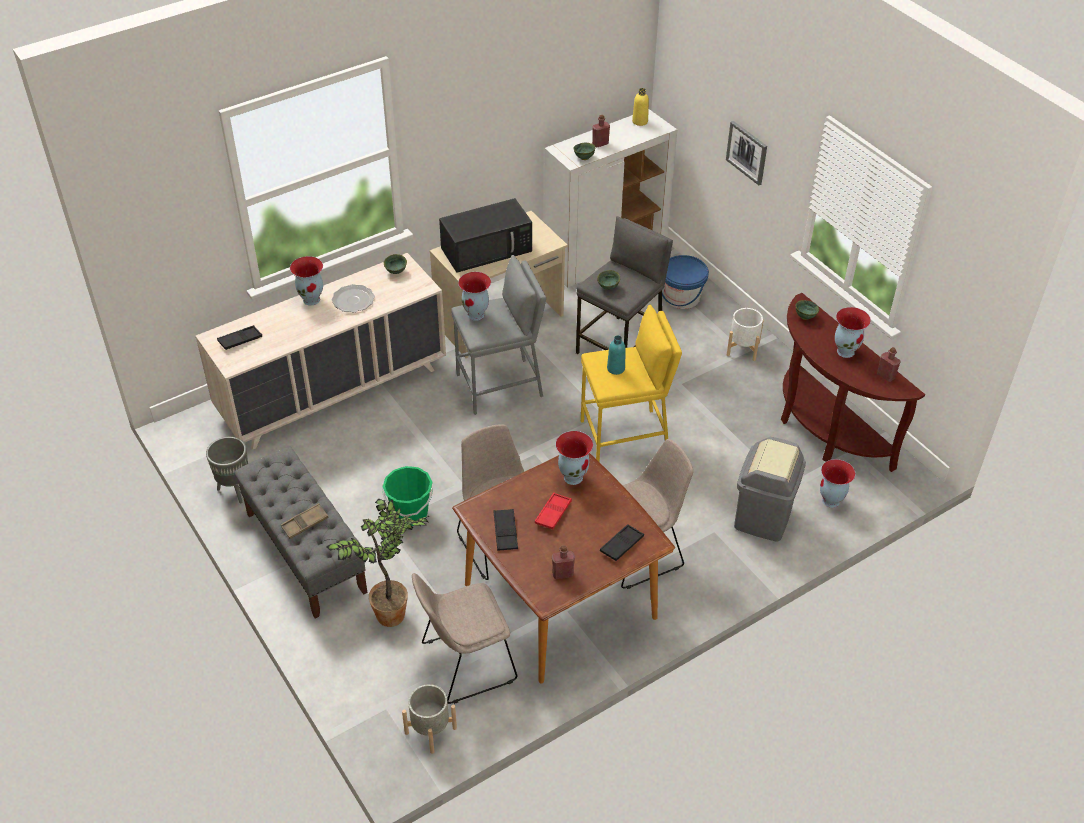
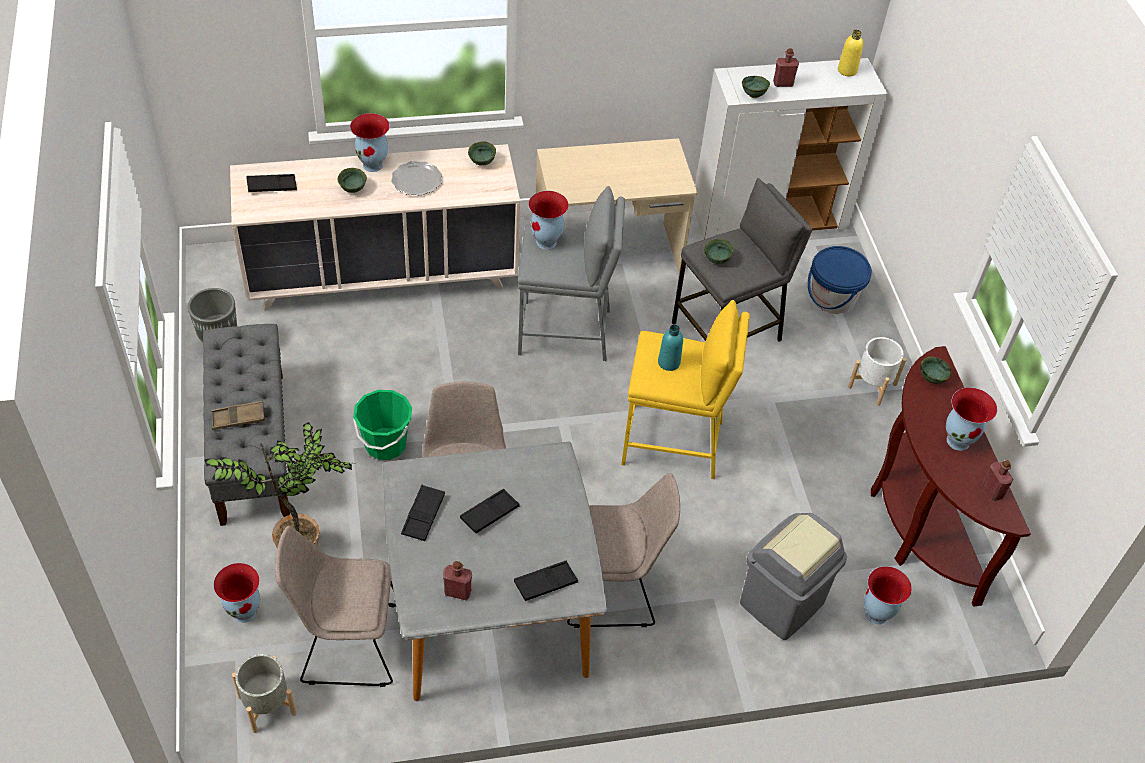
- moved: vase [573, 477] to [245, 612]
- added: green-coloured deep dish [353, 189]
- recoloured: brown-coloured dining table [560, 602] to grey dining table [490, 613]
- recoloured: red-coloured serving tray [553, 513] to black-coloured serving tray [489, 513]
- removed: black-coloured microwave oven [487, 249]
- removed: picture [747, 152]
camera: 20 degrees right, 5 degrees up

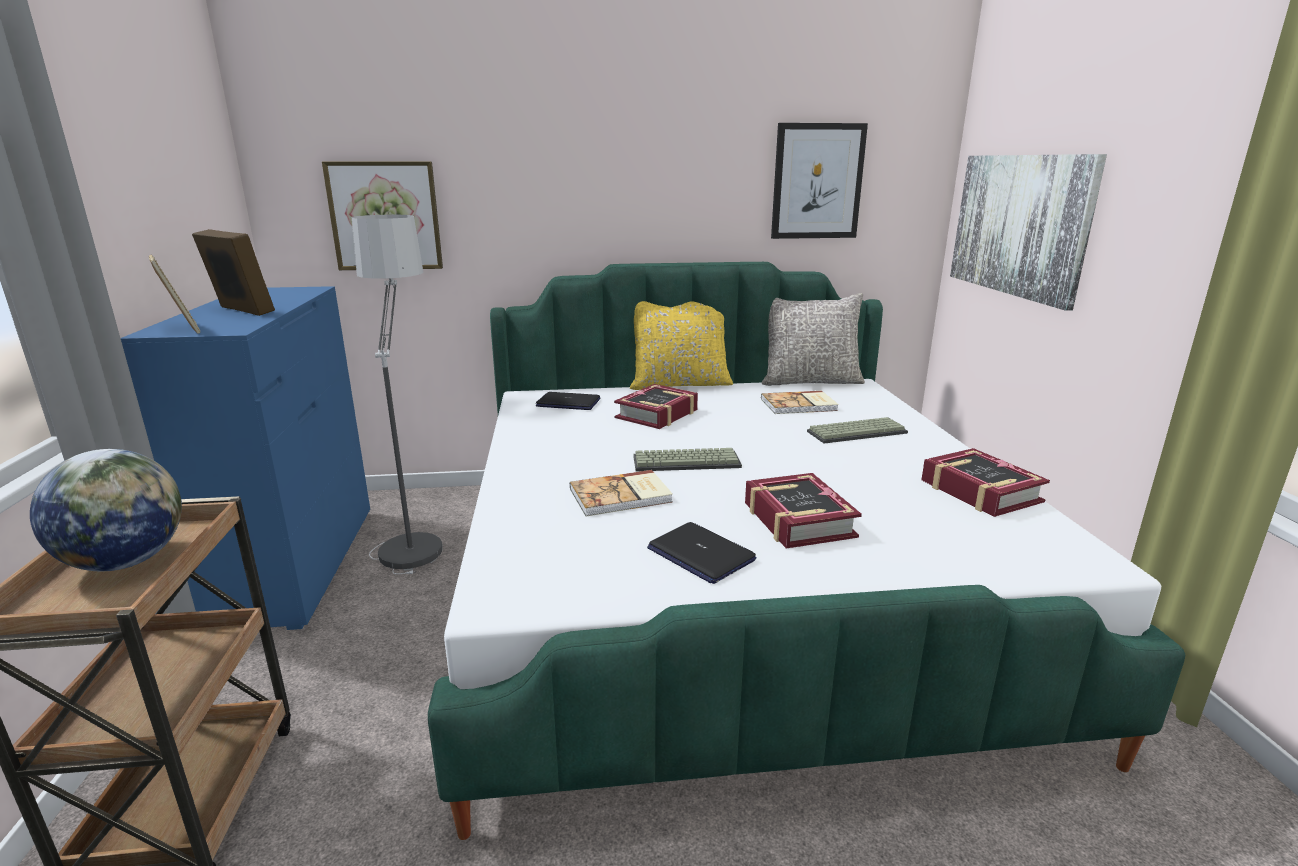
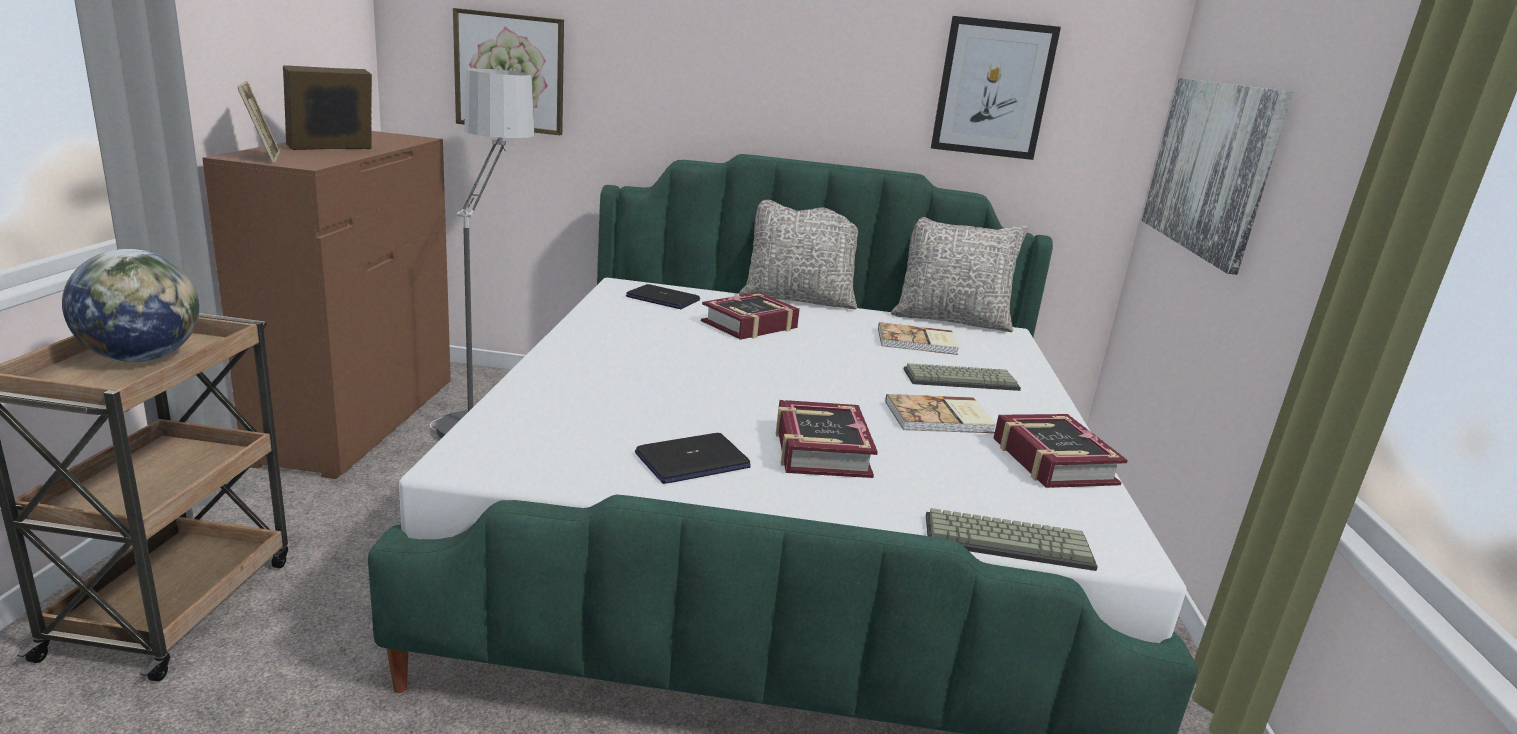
- recoloured: blue-coloured dresser [298, 565] to brown-coloured dresser [359, 420]
- turned: picture frame [241, 311] = [331, 149] 90 degrees counterclockwise
- turned: notebook computer [700, 554] = [692, 461] 90 degrees counterclockwise
- recoloured: yellow-coloured cushion [679, 384] to grey cushion [798, 299]
- moved: book [622, 496] to [940, 418]
- moved: PC keyboard [687, 461] to [1009, 541]
camera: 10 degrees right, 0 degrees up

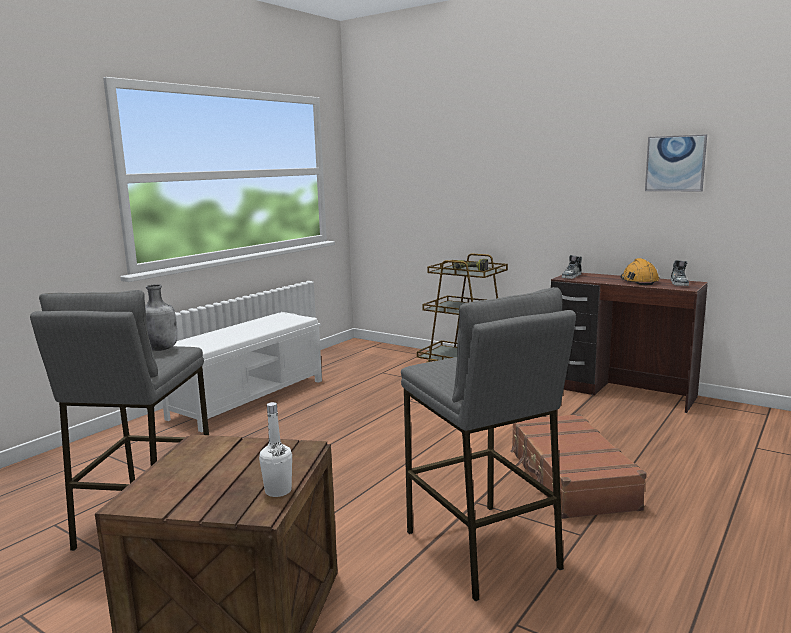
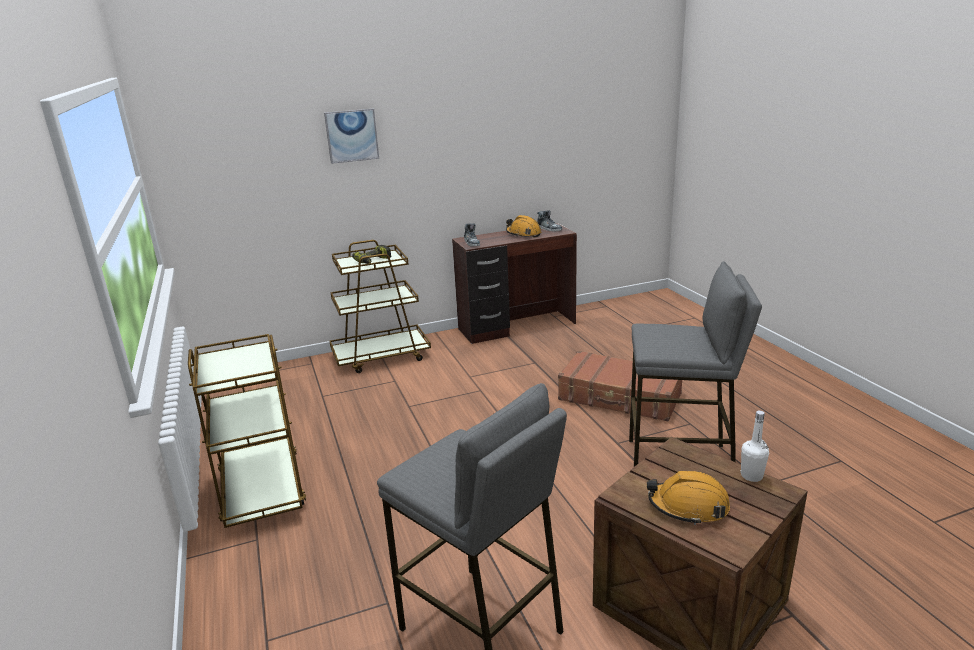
- replaced: whitish indoor bench [250, 398] to brown-coloured cart [262, 490]
- moved: picture [675, 163] to [352, 135]
- added: orange work helmet [688, 506]
- removed: grey beverage bottle [161, 349]
camera: 55 degrees left, 10 degrees up

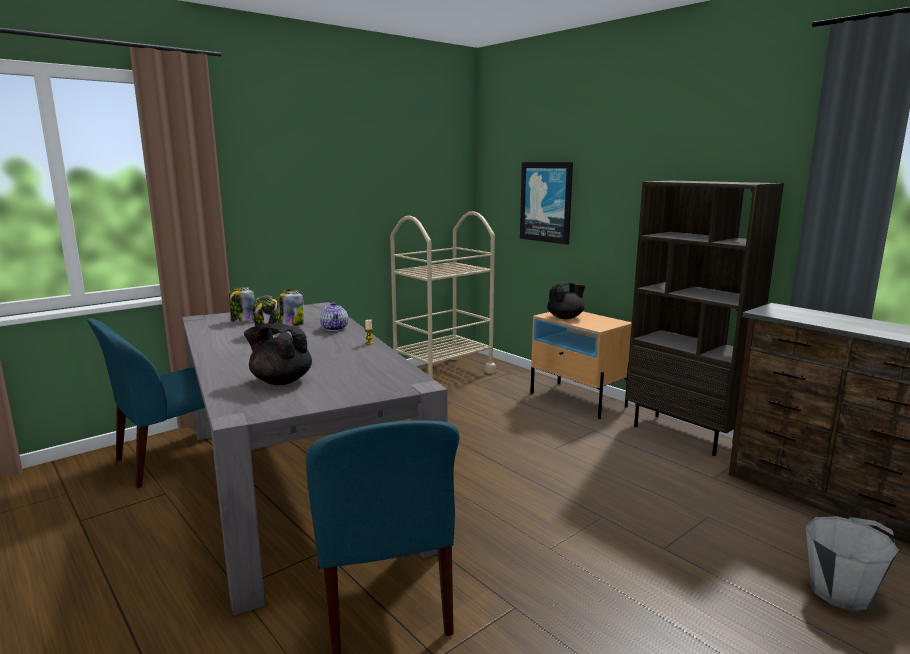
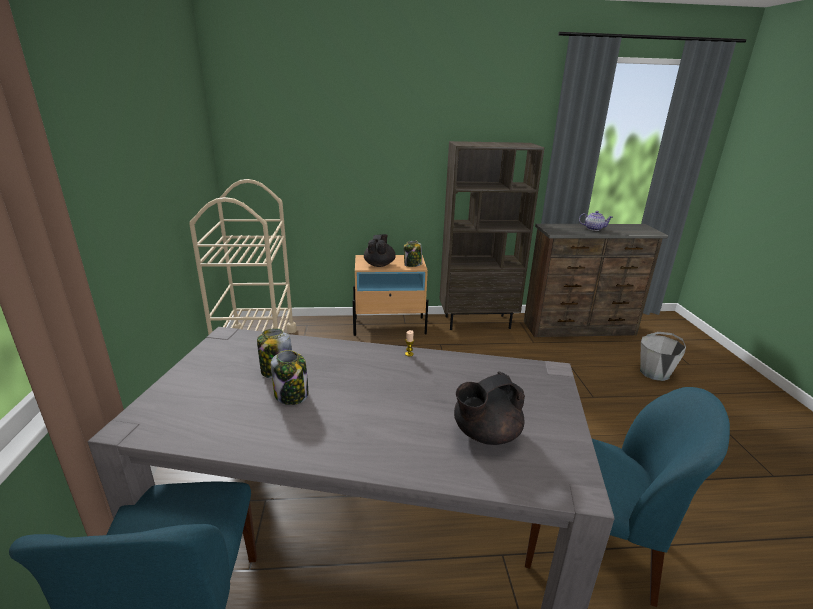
- moved: storage jar [243, 321] to [412, 265]
- moved: pot for tea [335, 328] to [593, 228]
- removed: picture [546, 202]
camera: 55 degrees left, 10 degrees up

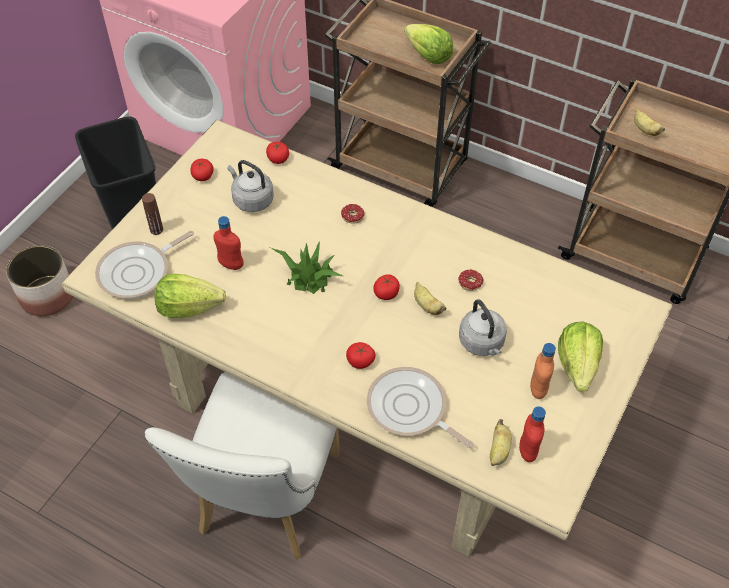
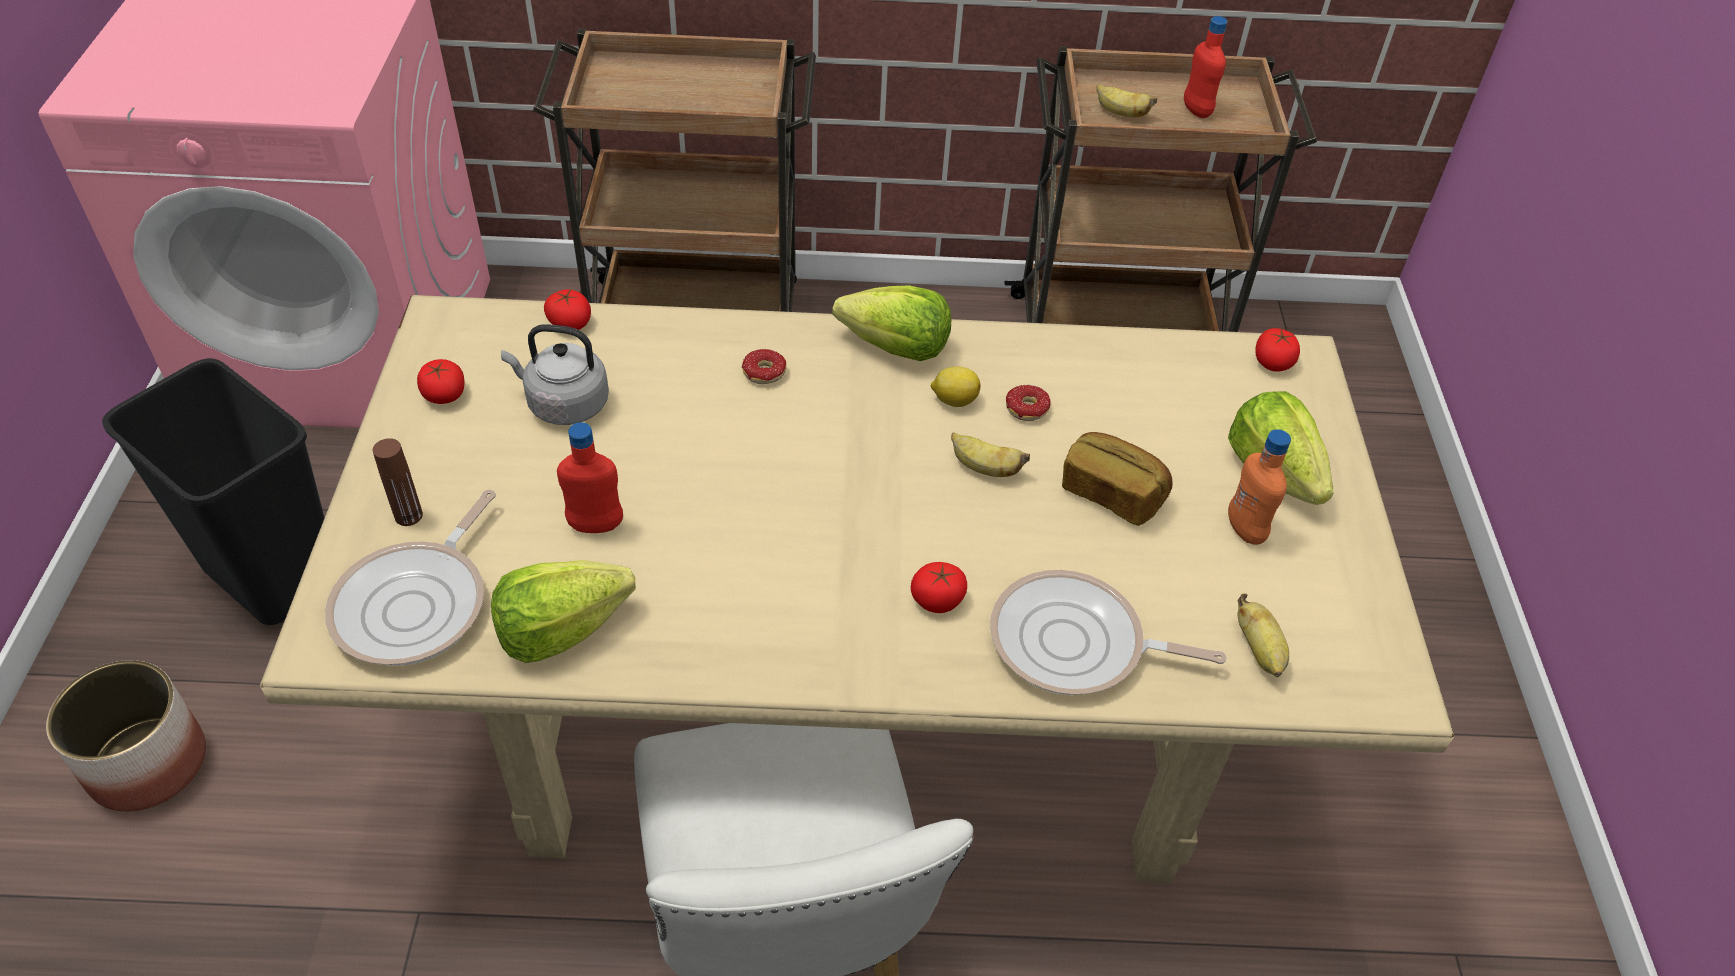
- moved: head of lettuce [428, 56] to [895, 348]
- added: whole lemon [954, 400]
- replaced: grey tea kettle [482, 343] to bakery bread [1112, 493]
- moved: red-coloured beverage bottle [527, 450] to [1196, 110]
- moved: fresh tomato [386, 293] to [1273, 362]
- removed: potted plant [308, 276]
camera: 30 degrees left, 5 degrees down

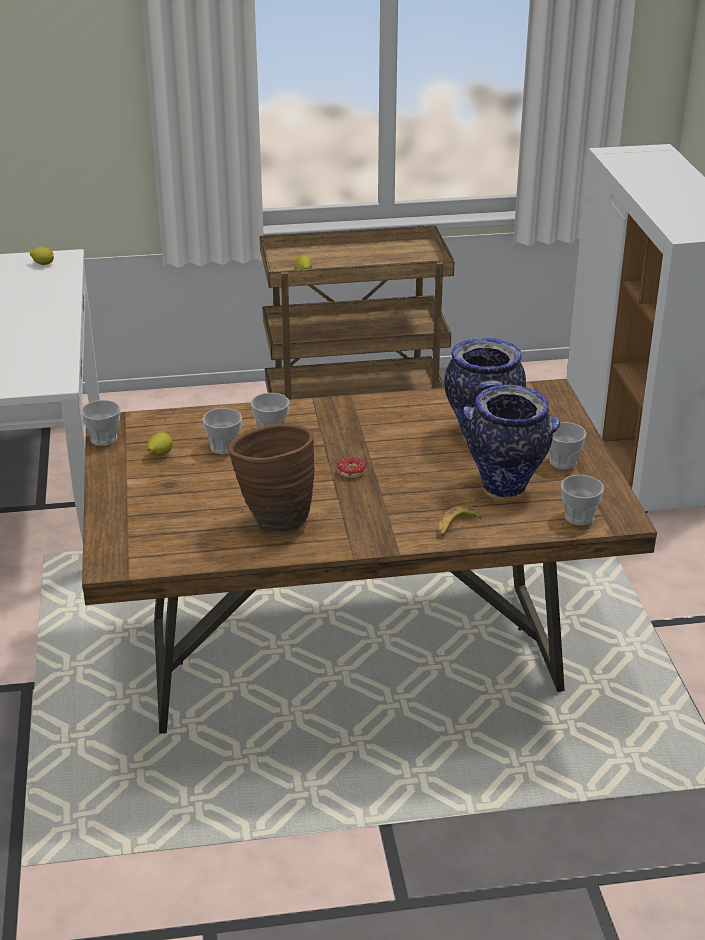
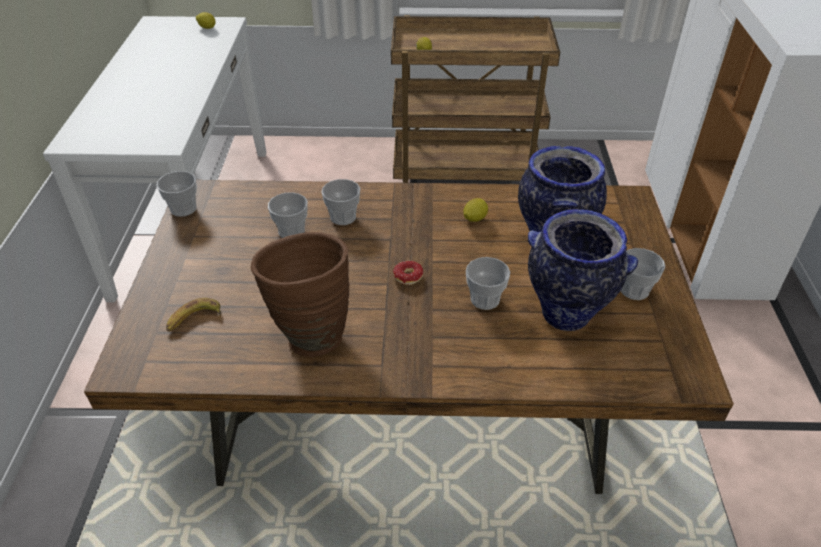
- moved: whole banana [456, 526] to [194, 319]
- moved: whole lemon [160, 454] to [474, 219]
- moved: cup [579, 517] to [485, 299]
camera: 10 degrees right, 10 degrees up

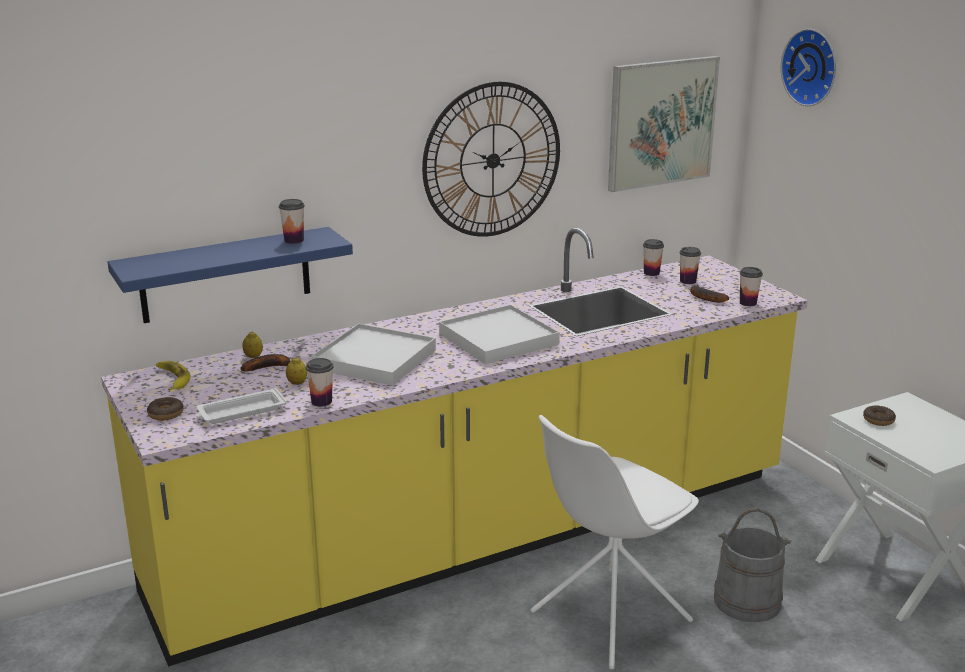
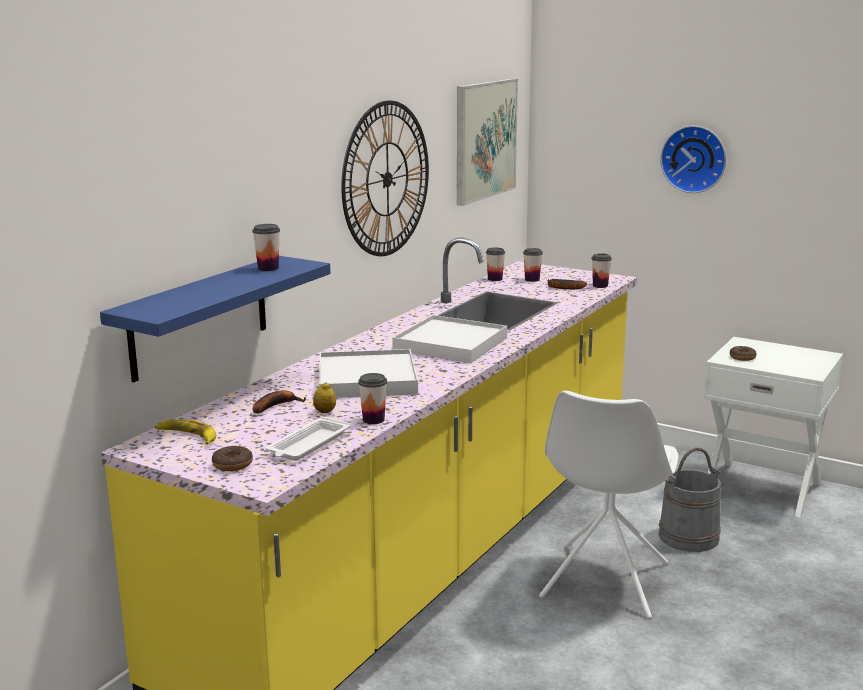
- moved: clock on the wall [812, 67] to [694, 158]
- removed: whole lemon [253, 356]
camera: 30 degrees left, 5 degrees down

